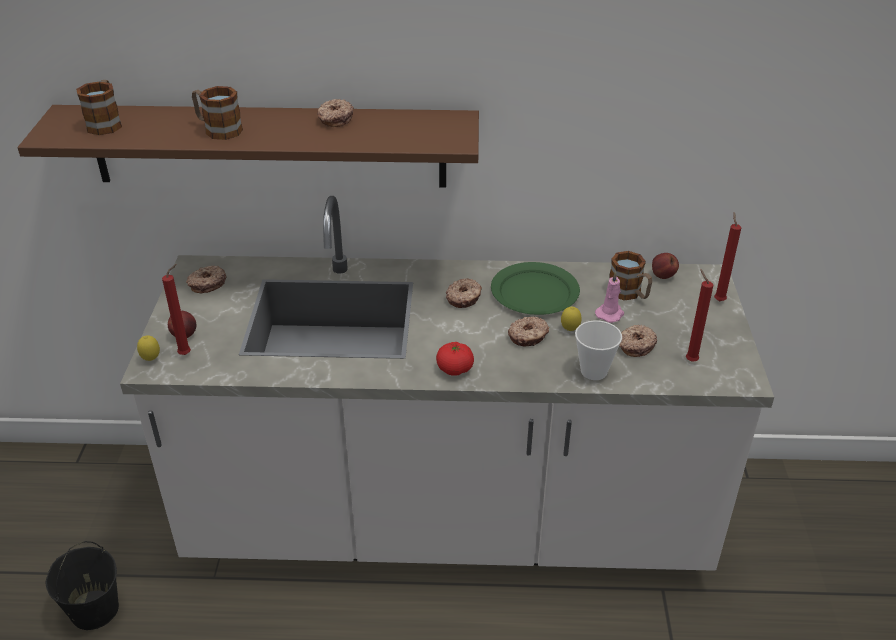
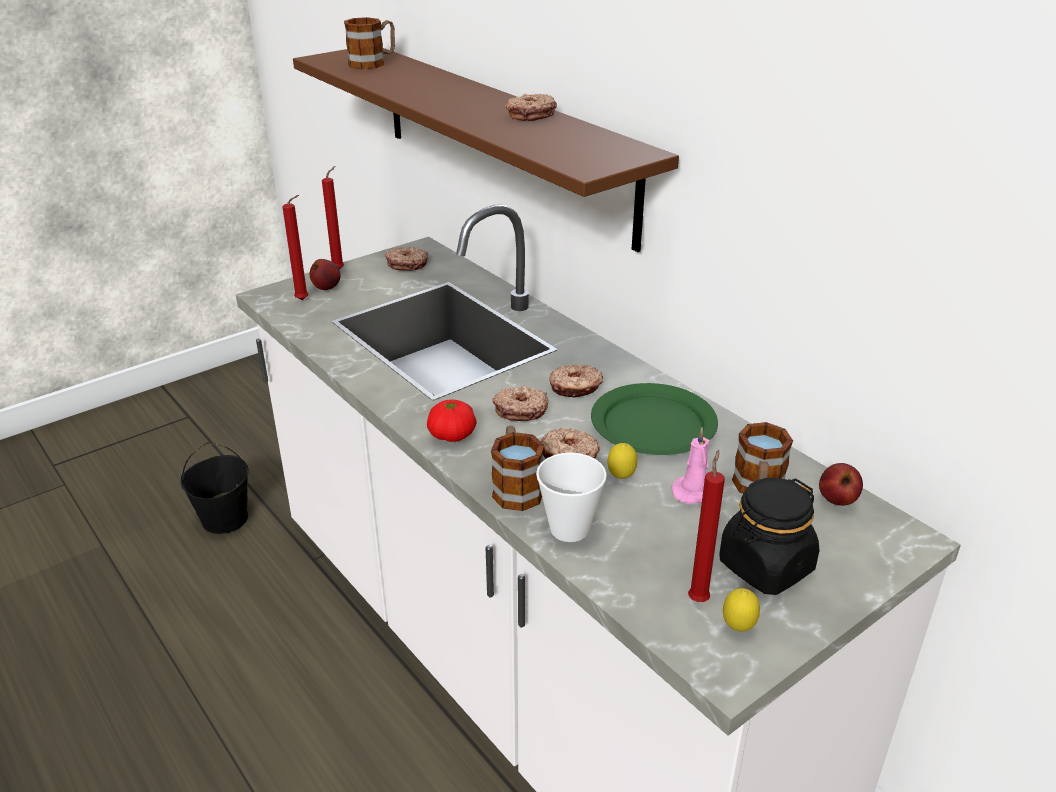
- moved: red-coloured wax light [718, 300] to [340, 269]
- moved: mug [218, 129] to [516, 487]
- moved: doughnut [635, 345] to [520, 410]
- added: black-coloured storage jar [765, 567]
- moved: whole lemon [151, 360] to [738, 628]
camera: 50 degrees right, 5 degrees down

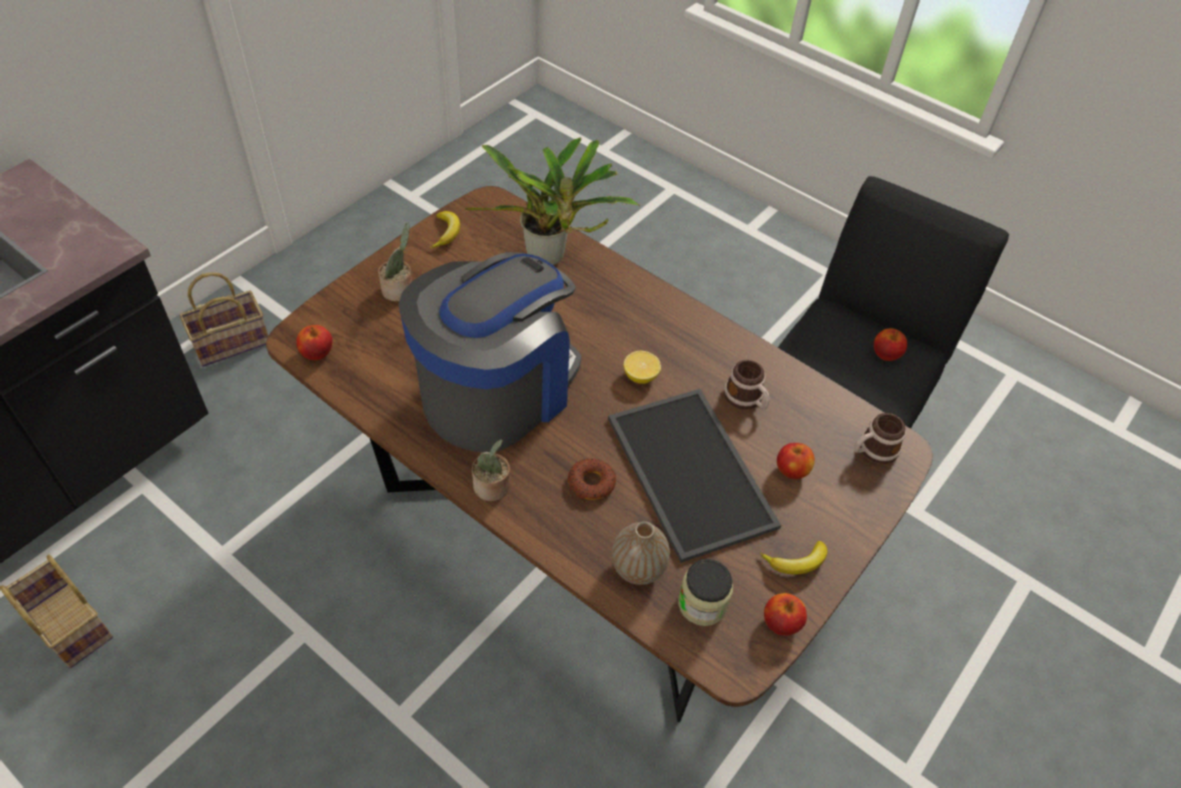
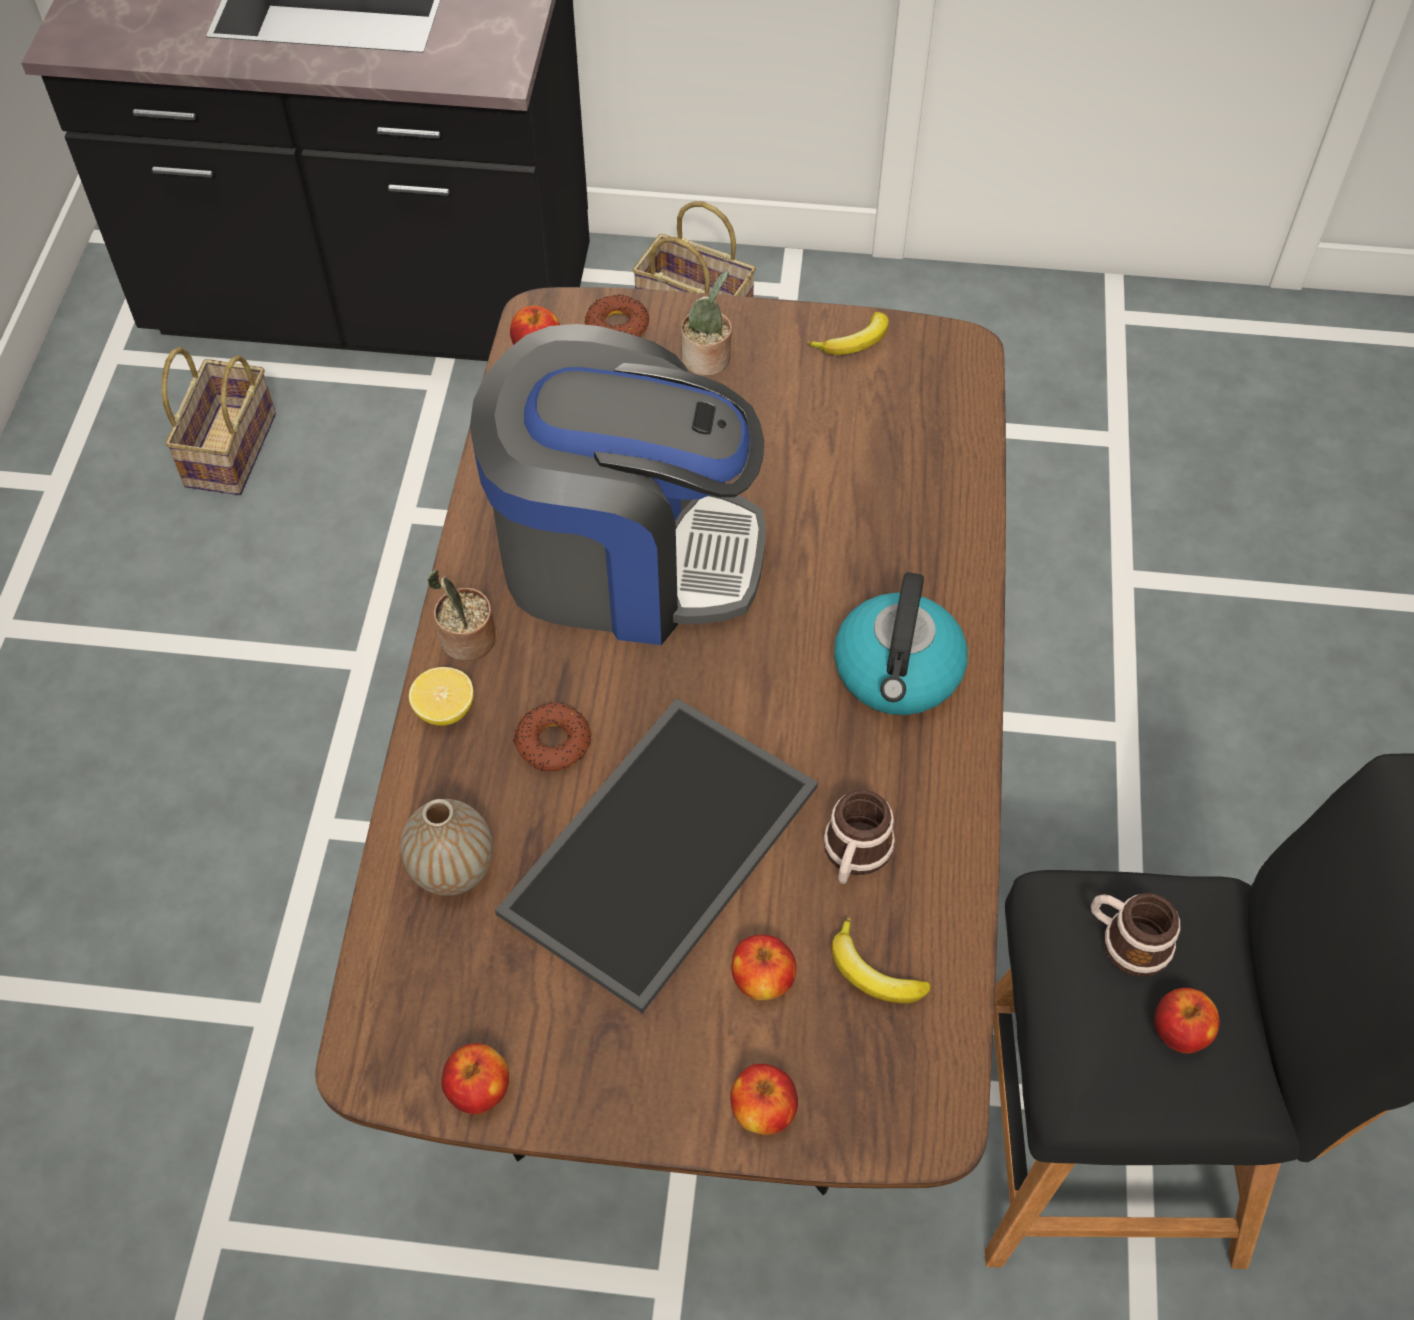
- moved: whole lemon [640, 376] to [444, 709]
- added: doughnut [617, 326]
- added: whole apple [763, 1111]
- moved: whole banana [796, 562] to [873, 973]
- added: tea kettle [898, 673]
- moved: mug [873, 450] to [1127, 940]
- removed: potted plant [550, 259]
- removed: storage jar [702, 604]
camera: 60 degrees right, 5 degrees up

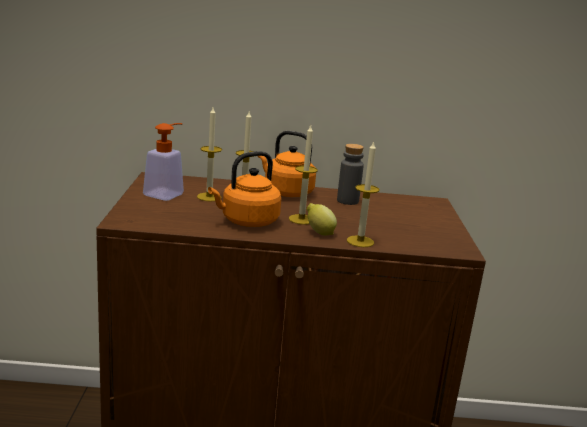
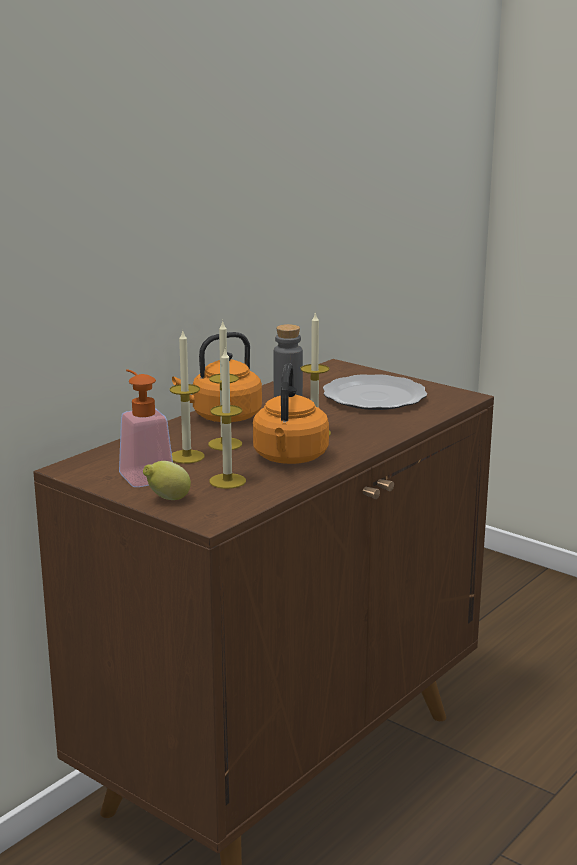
- moved: whole lemon [319, 233] to [167, 499]
- moved: wax light [360, 241] to [227, 481]
- added: plate [376, 397]
camera: 50 degrees left, 0 degrees up

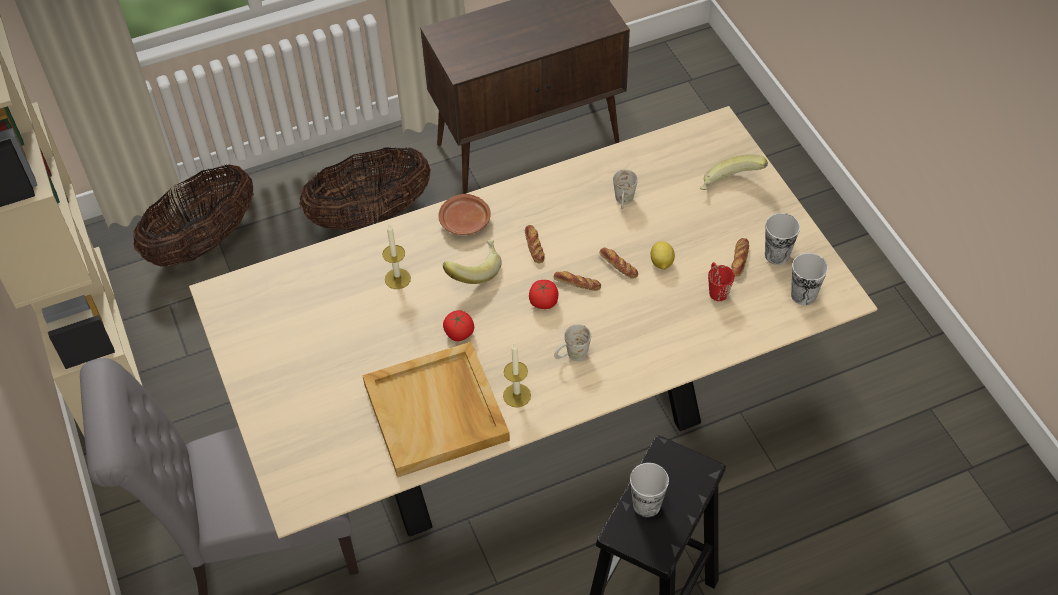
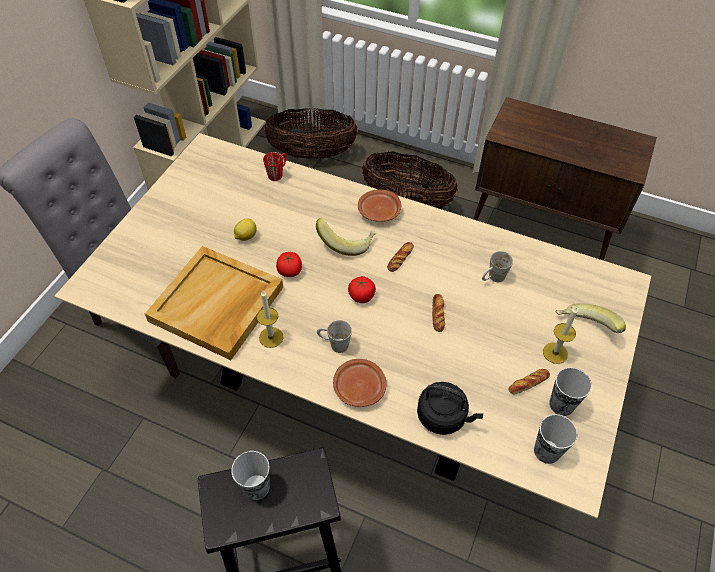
- moved: whole lemon [661, 263] to [245, 236]
- moved: red-coloured mug [716, 289] to [278, 173]
- added: brown-coloured plate [358, 387]
- added: black-coloured tea kettle [444, 417]
- moved: wax light [397, 279] to [555, 353]
- removed: bakery bread [577, 283]
camera: 45 degrees right, 0 degrees up

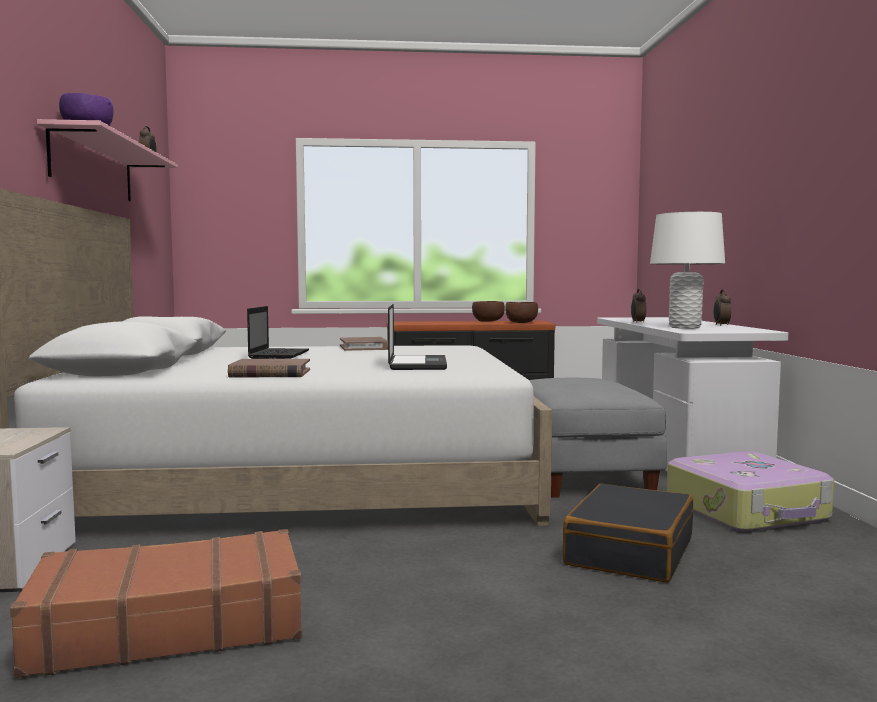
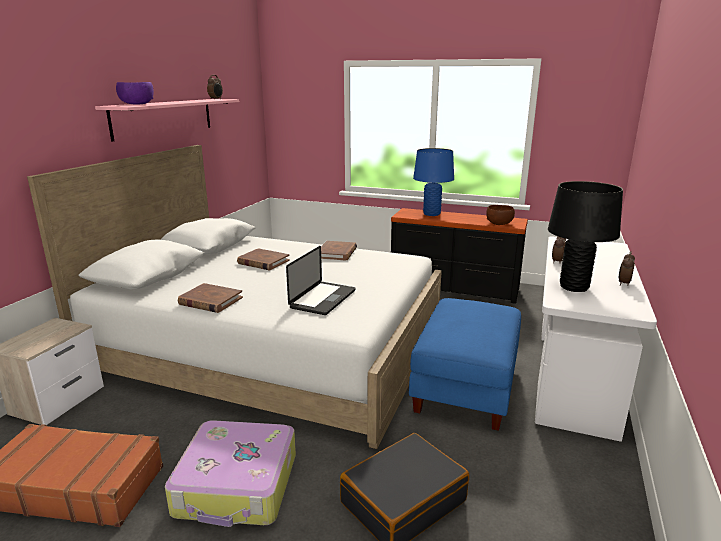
- moved: travel case [748, 510] to [237, 485]
- replaced: notebook computer [279, 355] to brown-coloured book [263, 262]
- recoloured: grey ottoman [580, 474] to blue-coloured ottoman [464, 386]
- added: blue-coloured lamp for a table [432, 214]
- recoloured: whitish lamp for a table [685, 327] to black-coloured lamp for a table [574, 287]
- removed: brown-coloured deep dish [488, 321]
camera: 25 degrees right, 15 degrees up

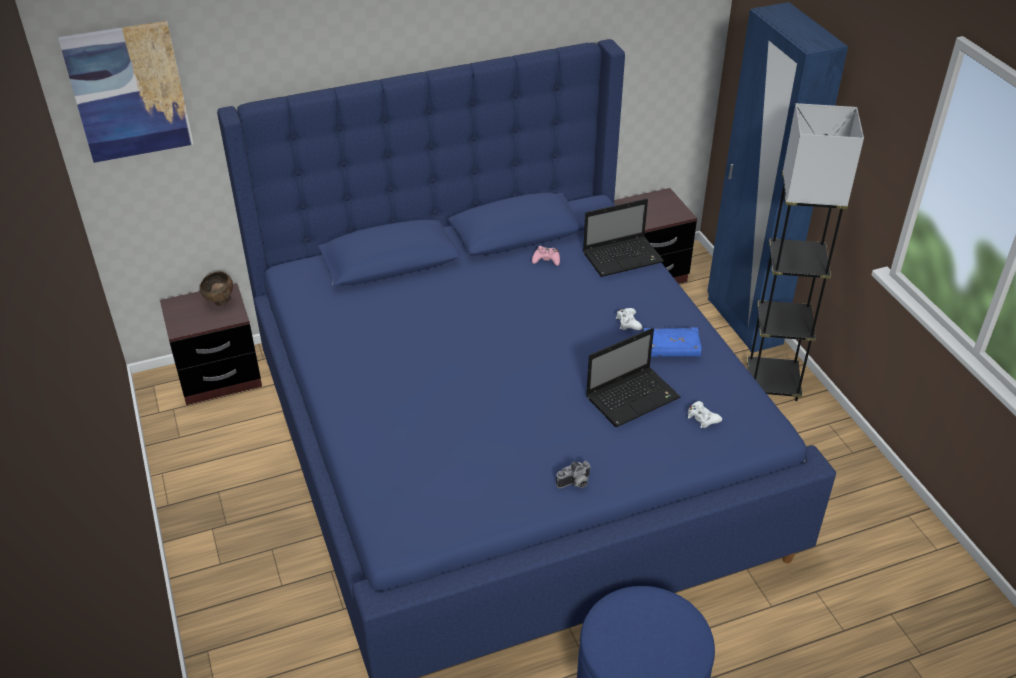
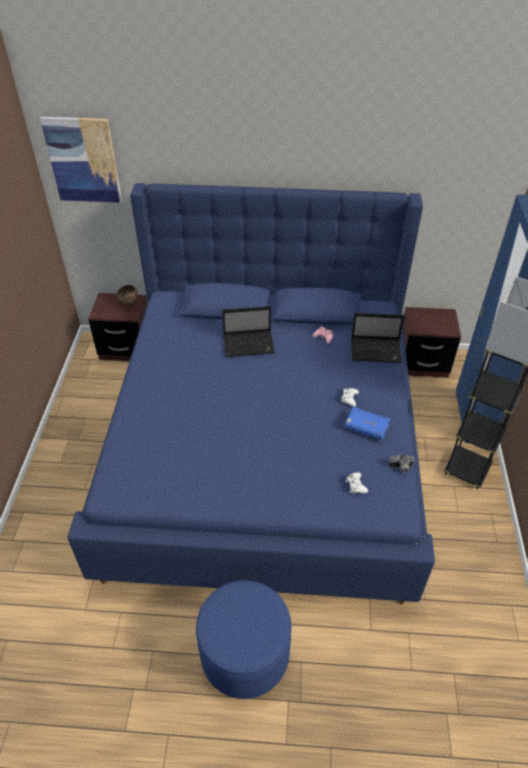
- moved: notebook computer [633, 397] to [250, 344]
- moved: still camera [575, 484] to [401, 468]
camera: 25 degrees right, 5 degrees up

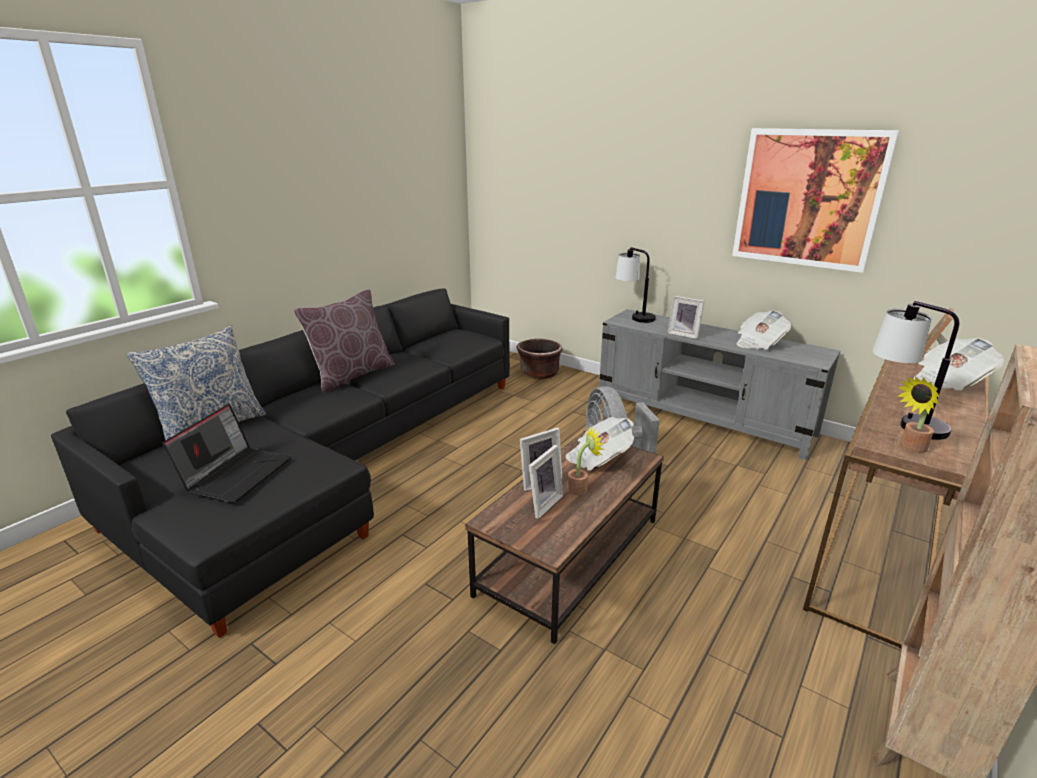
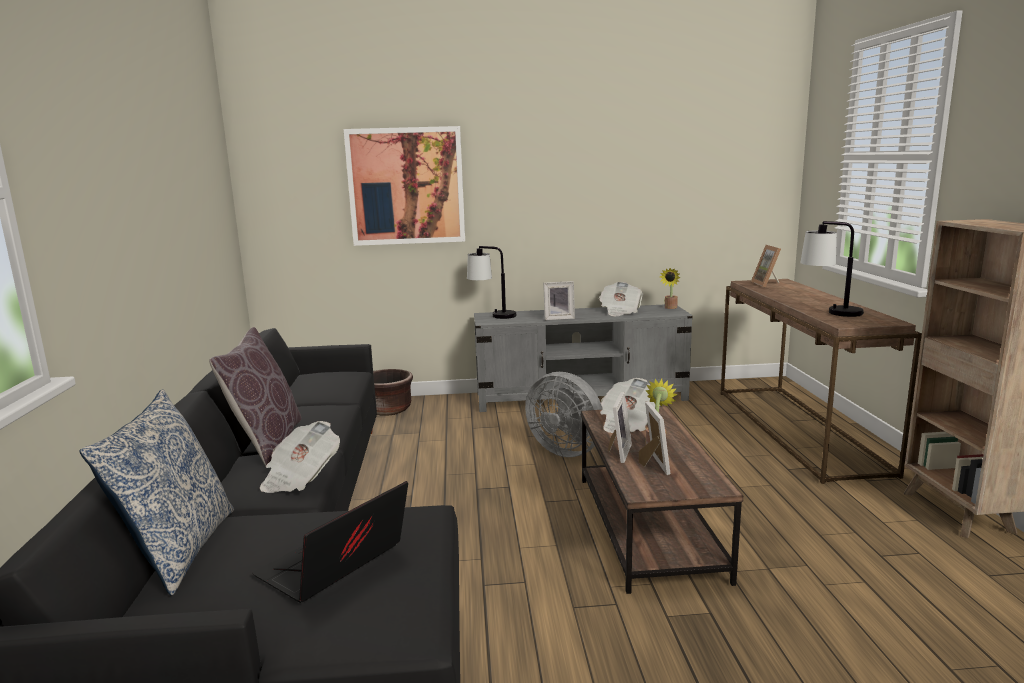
- turned: notebook computer [237, 473] = [334, 566] 120 degrees counterclockwise
- moved: daily paper [949, 381] to [300, 477]
- moved: picture [808, 199] to [406, 186]
- moved: potted plant [910, 448] to [670, 308]
camera: 40 degrees left, 10 degrees down

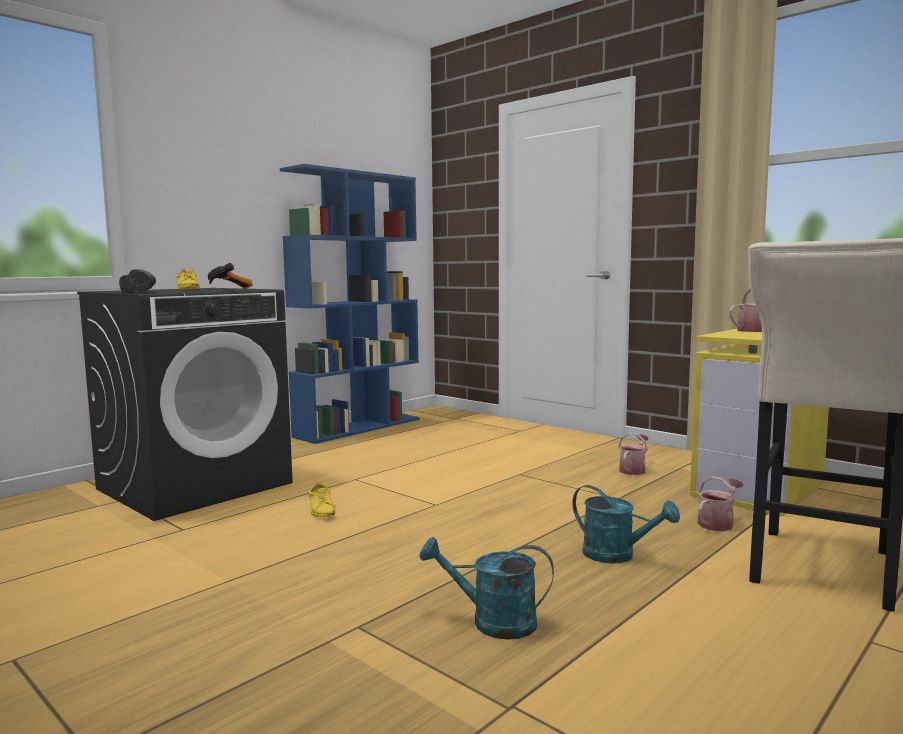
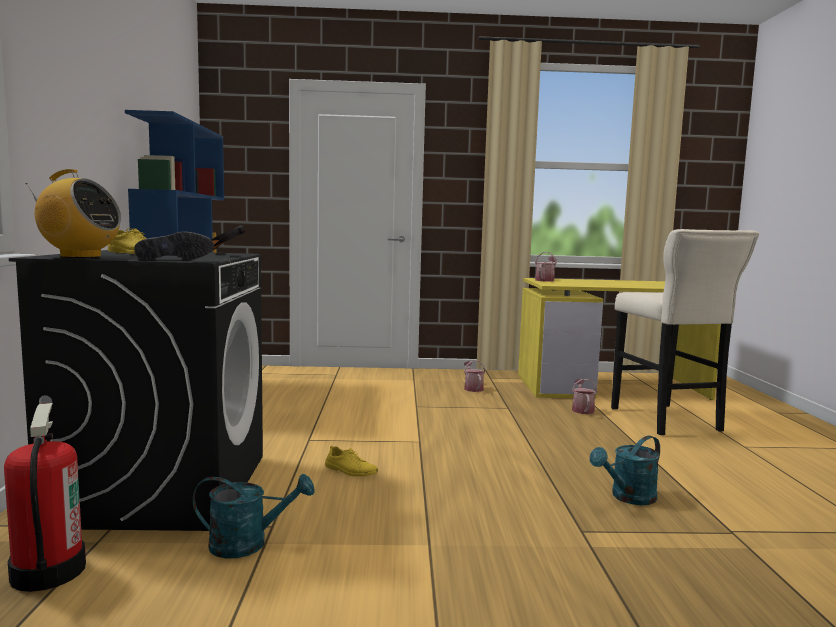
- added: fire-fighting cylinder [47, 572]
- added: radio [80, 257]
- moved: turquoise-coloured sprinkling can [617, 556] to [249, 544]
camera: 45 degrees left, 0 degrees up

